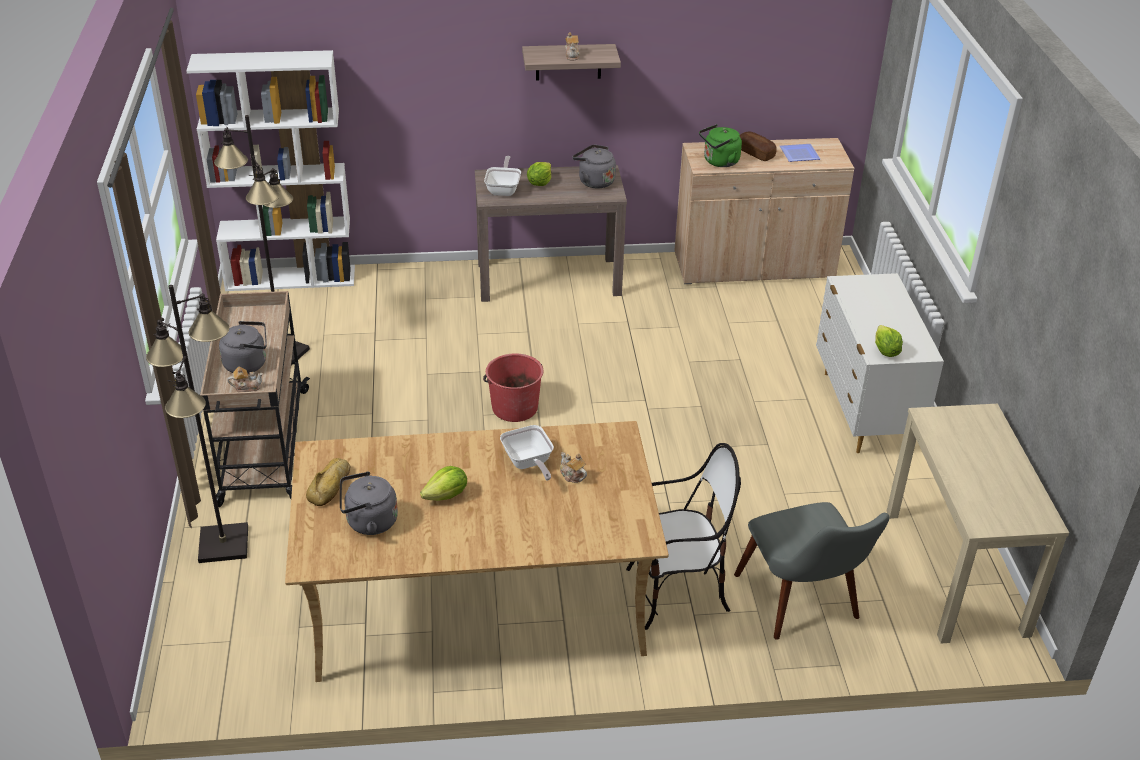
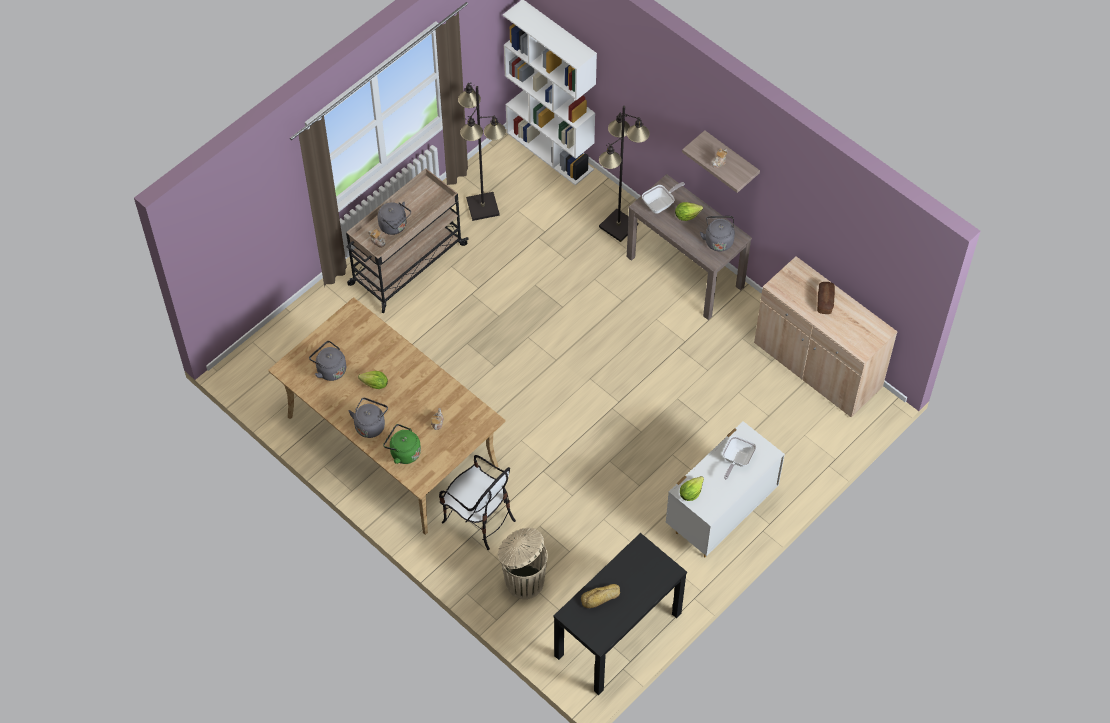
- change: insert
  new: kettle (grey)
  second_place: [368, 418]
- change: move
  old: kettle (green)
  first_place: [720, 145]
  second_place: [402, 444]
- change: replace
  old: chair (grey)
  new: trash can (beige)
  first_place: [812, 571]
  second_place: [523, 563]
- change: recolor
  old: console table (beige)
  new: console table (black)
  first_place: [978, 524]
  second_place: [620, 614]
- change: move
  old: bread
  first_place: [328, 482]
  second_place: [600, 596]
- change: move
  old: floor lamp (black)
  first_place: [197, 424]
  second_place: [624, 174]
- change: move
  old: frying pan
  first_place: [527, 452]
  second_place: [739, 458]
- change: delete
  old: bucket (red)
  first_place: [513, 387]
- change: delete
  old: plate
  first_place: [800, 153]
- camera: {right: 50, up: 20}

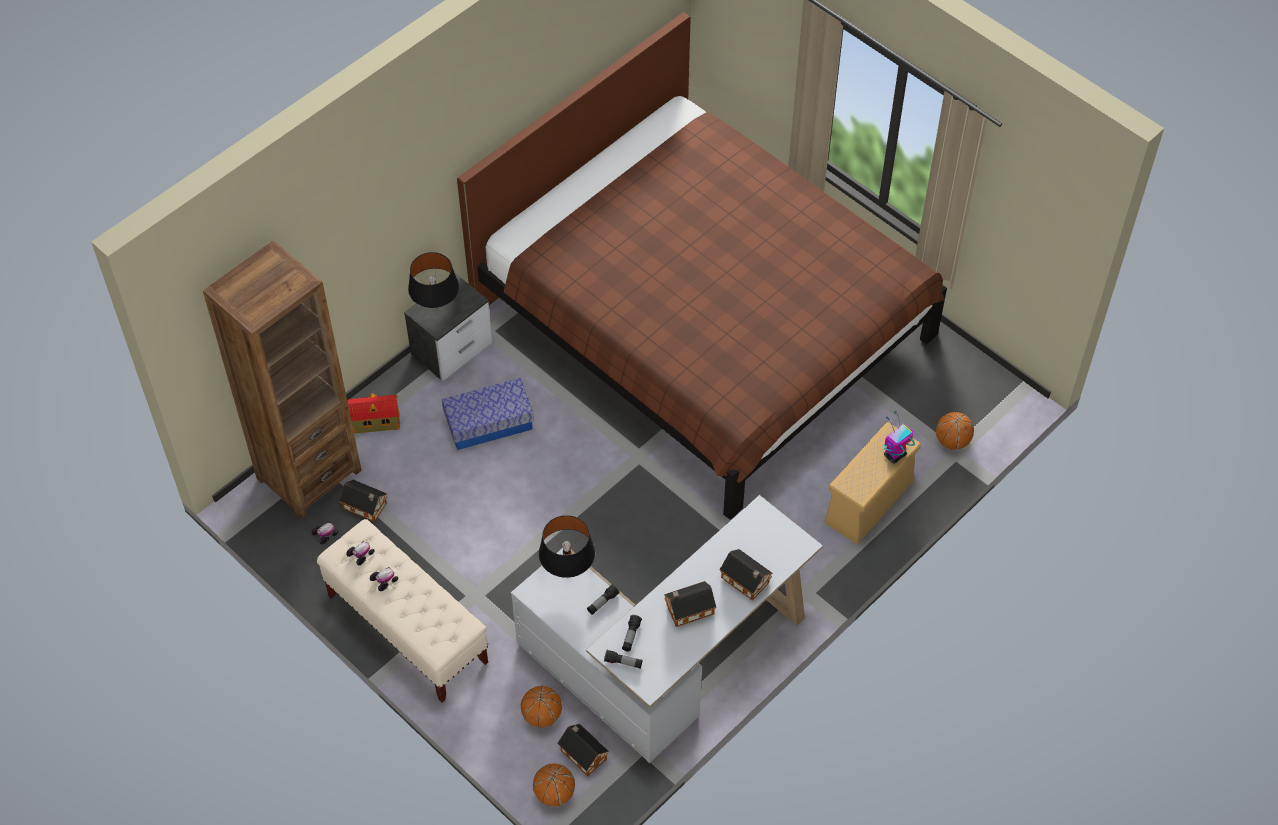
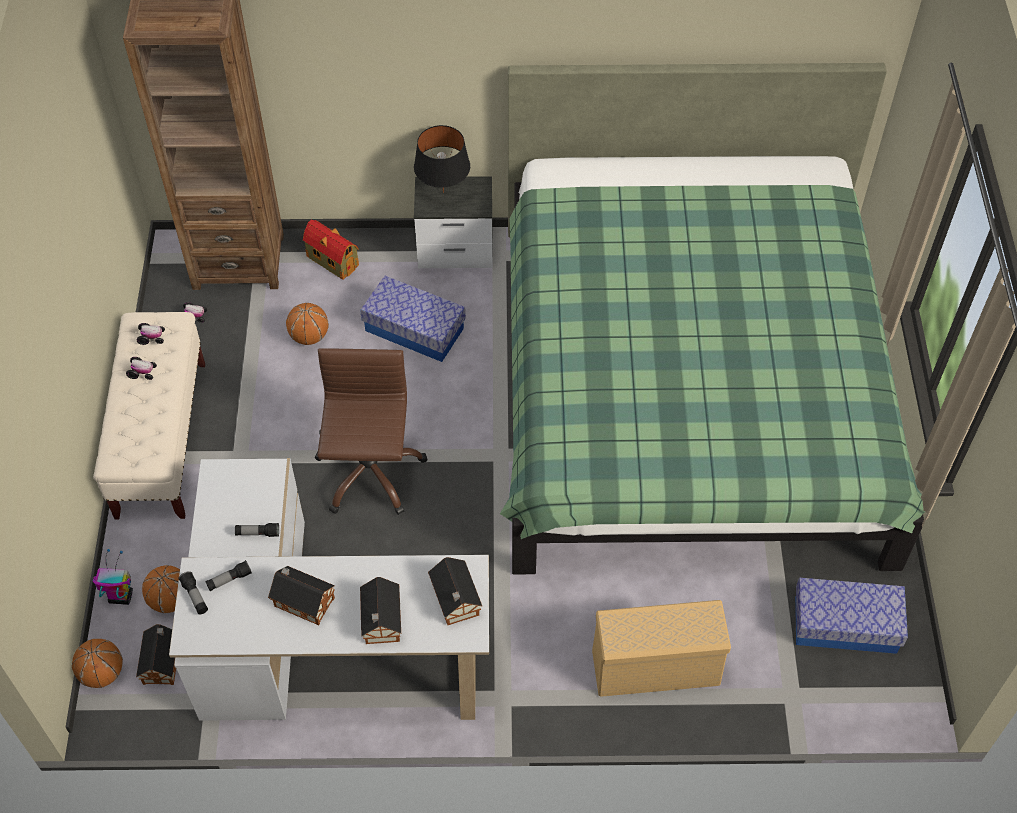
- change: move
  old: toy robot
  first_place: [899, 437]
  second_place: [113, 577]
- change: move
  old: basketball
  first_place: [955, 431]
  second_place: [307, 324]
- change: insert
  new: office chair (brown)
  second_place: [371, 431]
- change: move
  old: toy house
  first_place: [363, 501]
  second_place: [455, 591]
- change: recolor
  old: bed (brown)
  new: bed (green)
  first_place: [702, 266]
  second_place: [712, 318]
- change: insert
  new: storage box
  second_place: [851, 616]
- change: delete
  old: table lamp (black)
  first_place: [567, 546]
- camera: {right: 45, up: 0}

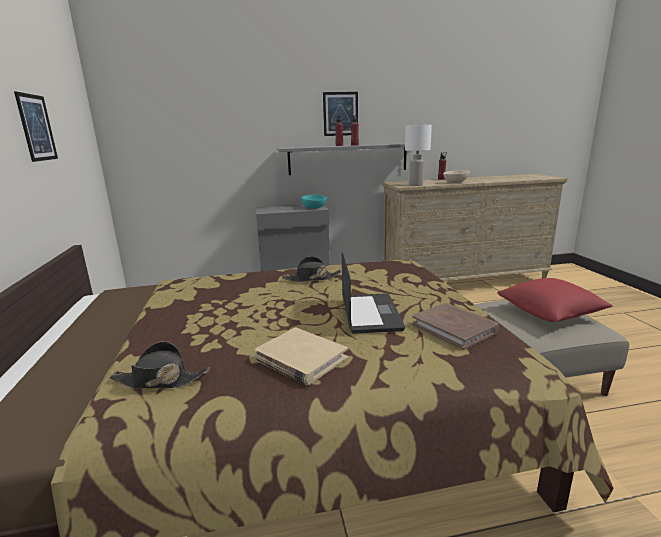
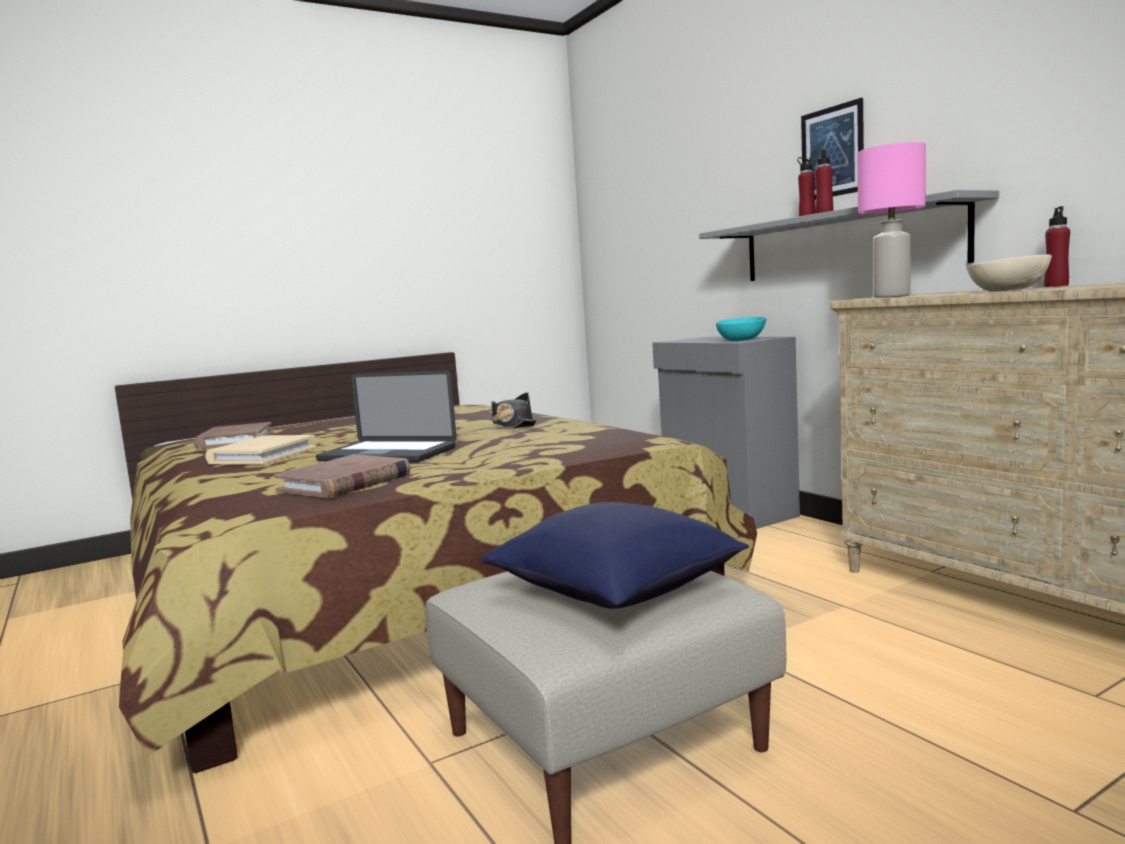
- change: replace
  old: hat (black)
  new: book (brown)
  first_place: [160, 364]
  second_place: [233, 435]
- change: rotate
  old: laptop
  first_place: [373, 293]
  second_place: [386, 416]
  degrees: 45
- change: recolor
  old: pillow (red)
  new: pillow (blue)
  first_place: [555, 300]
  second_place: [615, 555]
- change: recolor
  old: table lamp (white)
  new: table lamp (pink)
  first_place: [418, 155]
  second_place: [891, 220]
- change: delete
  old: picture
  first_place: [36, 126]
- camera: {right: 70, up: -10}

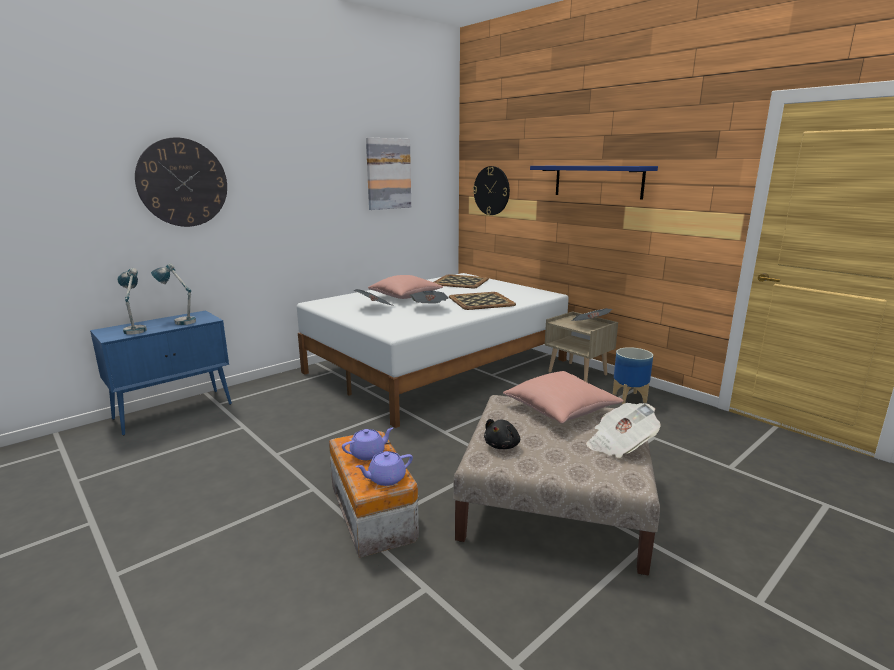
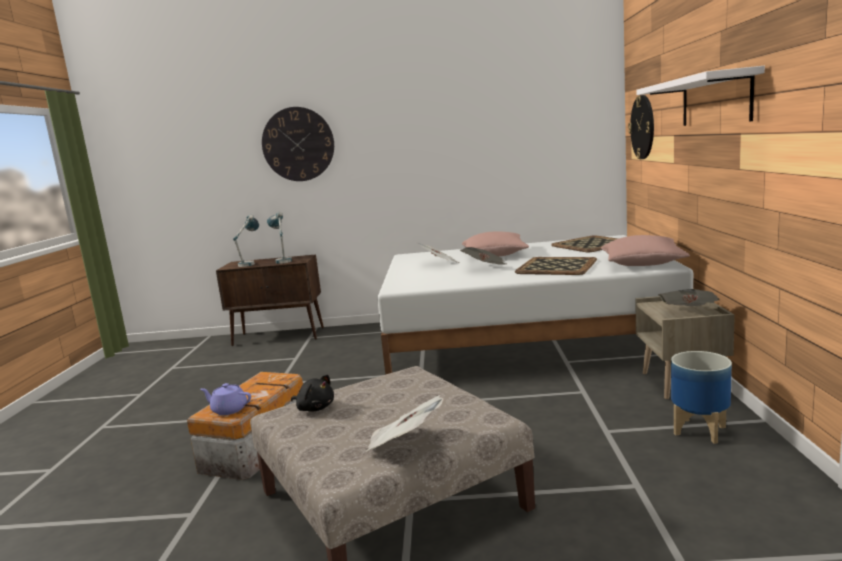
- change: recolor
  old: cabinet (blue)
  new: cabinet (brown)
  first_place: [161, 373]
  second_place: [270, 300]
- change: rotate
  old: plush toy (black)
  first_place: [502, 434]
  second_place: [312, 393]
  degrees: -135
- change: move
  old: pillow (pink)
  first_place: [563, 397]
  second_place: [645, 250]
- change: recolor
  old: shelf (blue)
  new: shelf (white)
  first_place: [594, 183]
  second_place: [700, 96]
- change: delete
  old: teapot (purple)
  first_place: [367, 444]
- change: delete
  old: picture
  first_place: [388, 173]
- camera: {right: 45, up: -5}

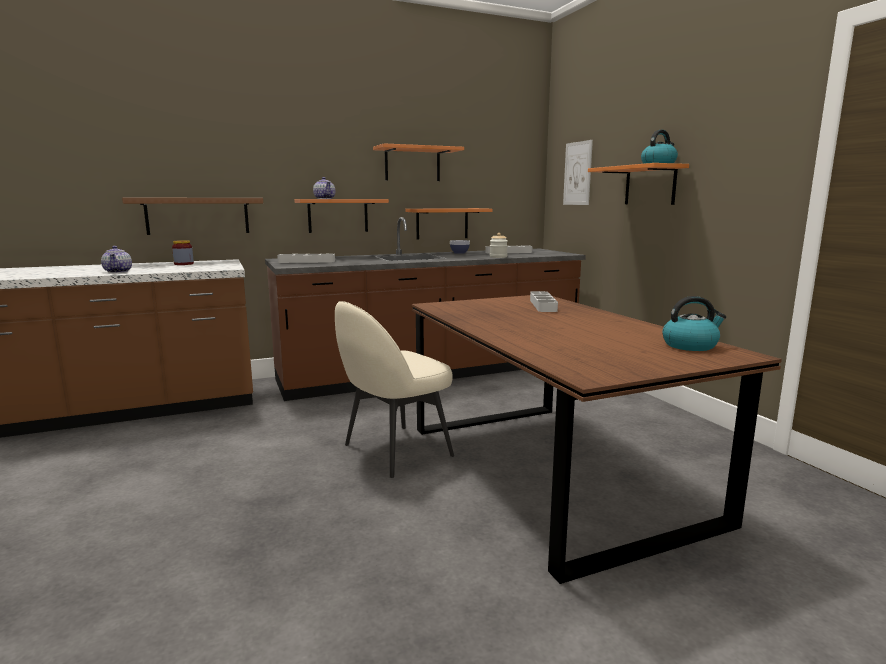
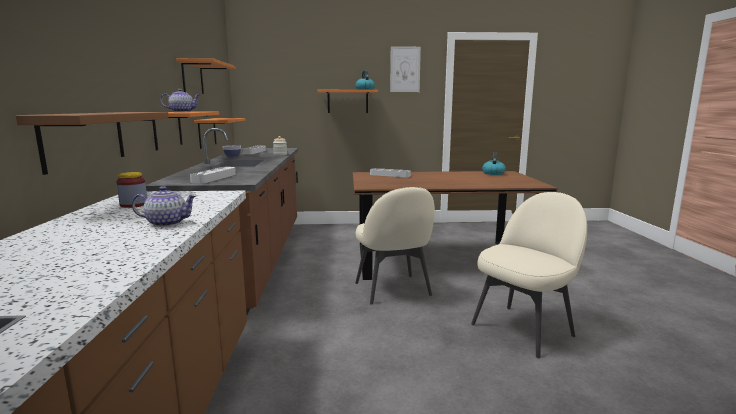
- change: move
  old: picture
  first_place: [578, 172]
  second_place: [405, 69]
- change: insert
  new: chair (beige)
  second_place: [529, 275]
- camera: {right: -70, up: 0}

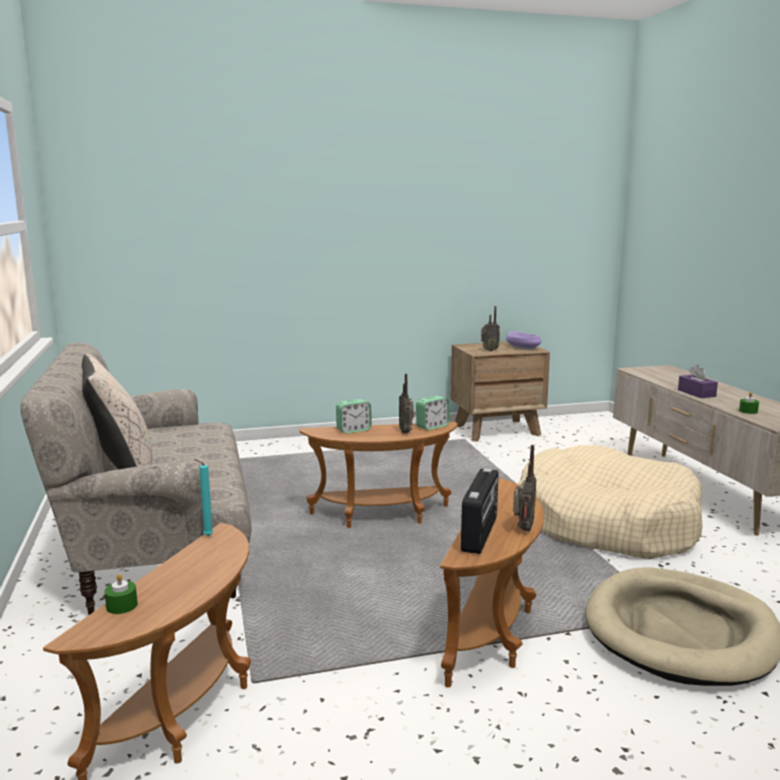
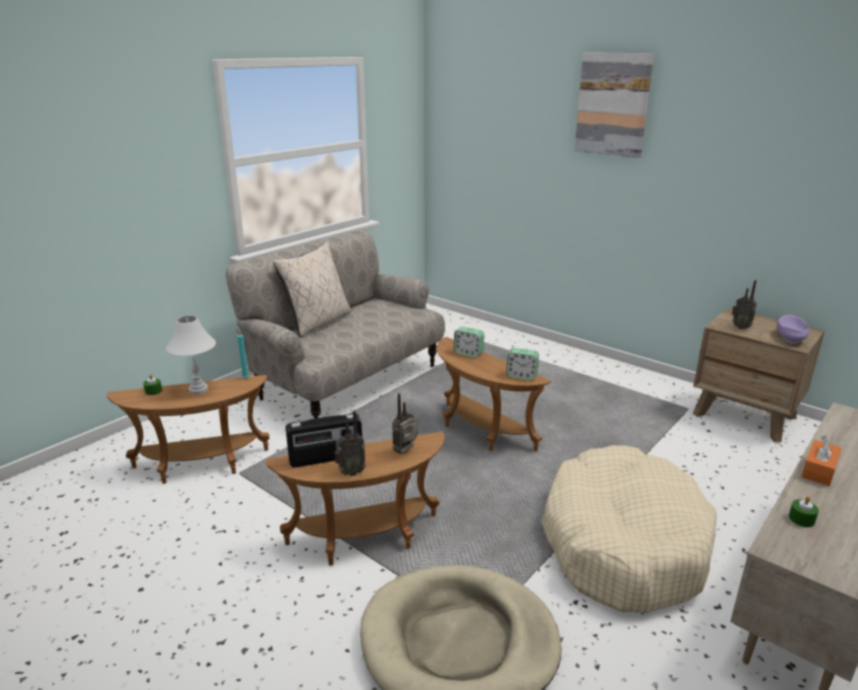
- change: insert
  new: table lamp (white)
  second_place: [191, 355]
- change: move
  old: radio
  first_place: [407, 403]
  second_place: [405, 423]
- change: insert
  new: picture
  second_place: [614, 105]
- change: recolor
  old: tissue box (purple)
  new: tissue box (orange)
  first_place: [698, 381]
  second_place: [821, 460]
- camera: {right: 55, up: 10}

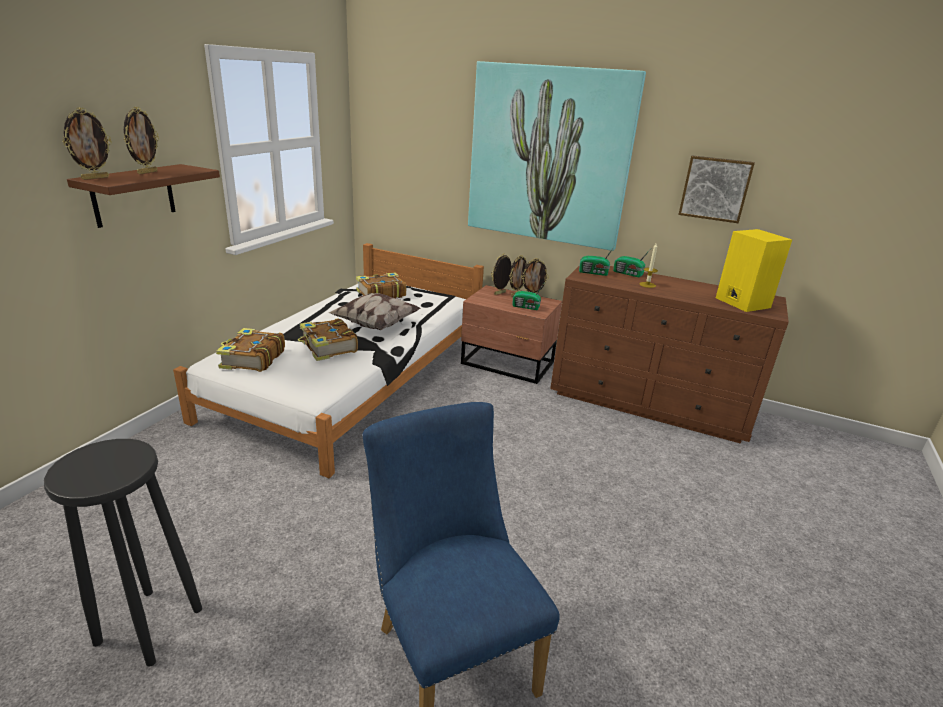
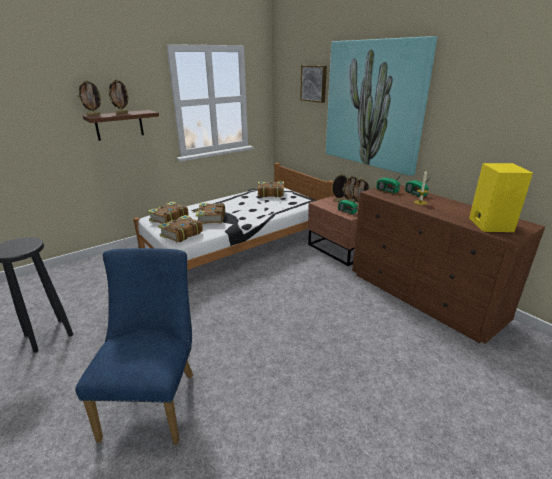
- change: insert
  new: book
  second_place: [180, 229]
- change: move
  old: picture
  first_place: [716, 189]
  second_place: [313, 84]
- change: delete
  old: pillow
  first_place: [375, 311]
- camera: {right: 30, up: 0}

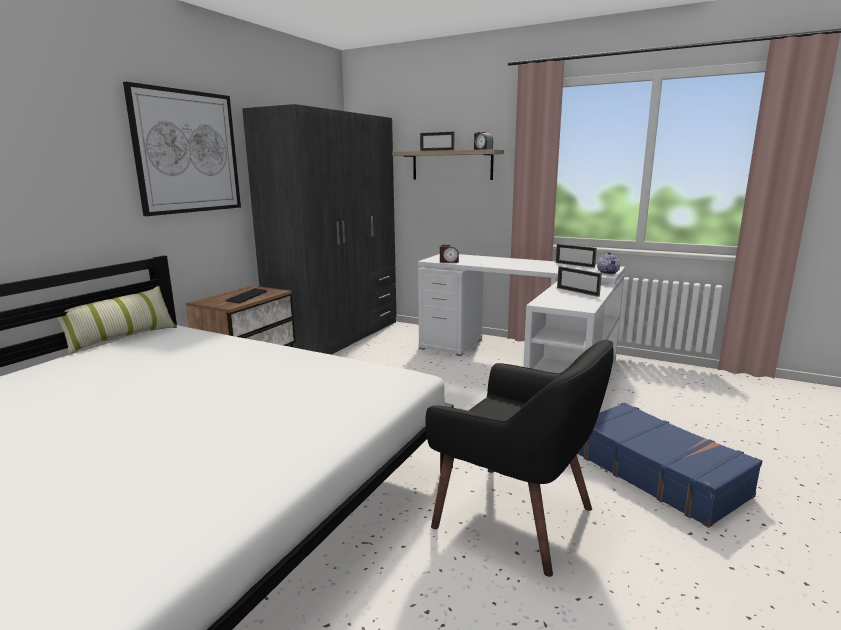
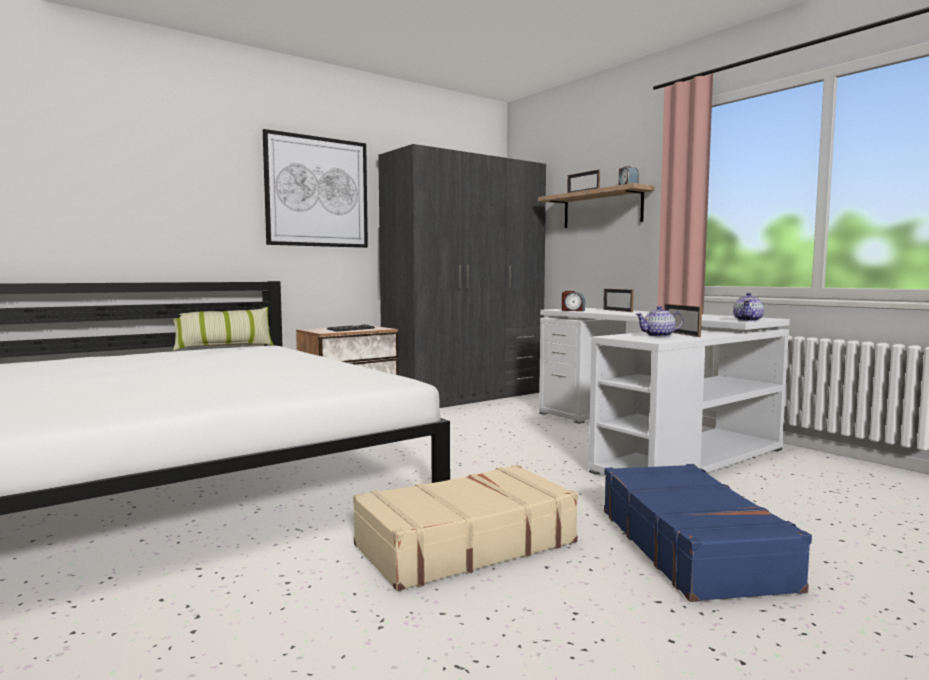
- change: replace
  old: armchair (black)
  new: suitcase (beige)
  first_place: [519, 458]
  second_place: [465, 528]
- change: move
  old: picture frame
  first_place: [576, 256]
  second_place: [618, 300]
- change: insert
  new: teapot
  second_place: [659, 321]
- camera: {right: 25, up: -10}

